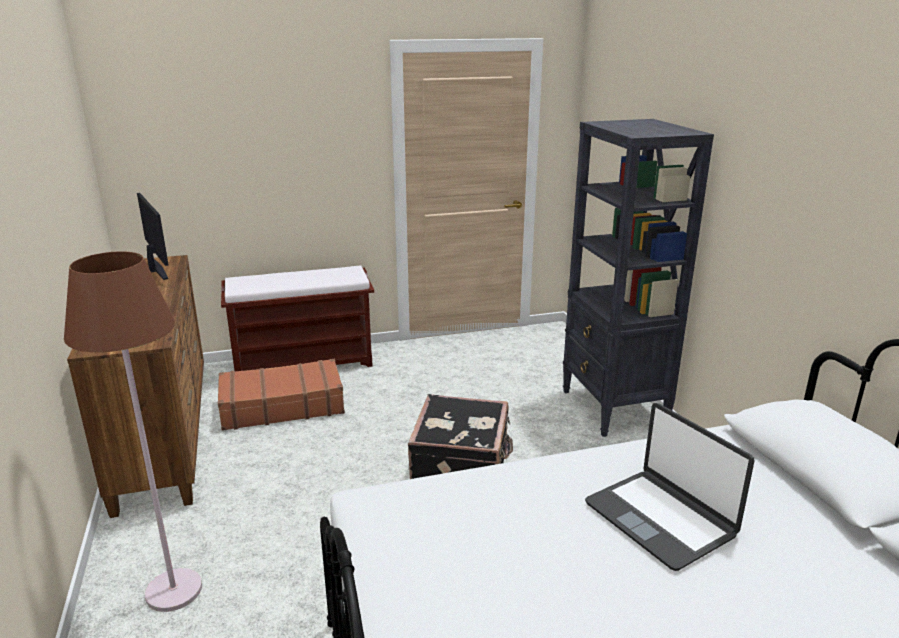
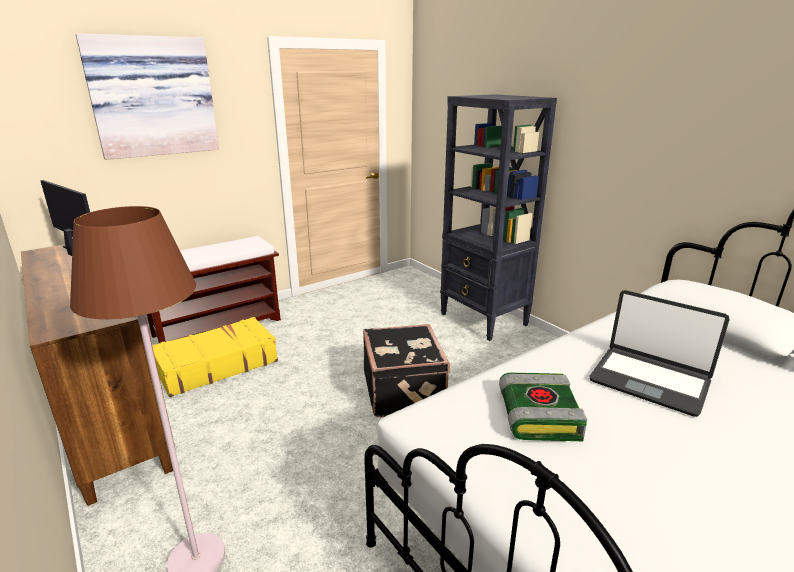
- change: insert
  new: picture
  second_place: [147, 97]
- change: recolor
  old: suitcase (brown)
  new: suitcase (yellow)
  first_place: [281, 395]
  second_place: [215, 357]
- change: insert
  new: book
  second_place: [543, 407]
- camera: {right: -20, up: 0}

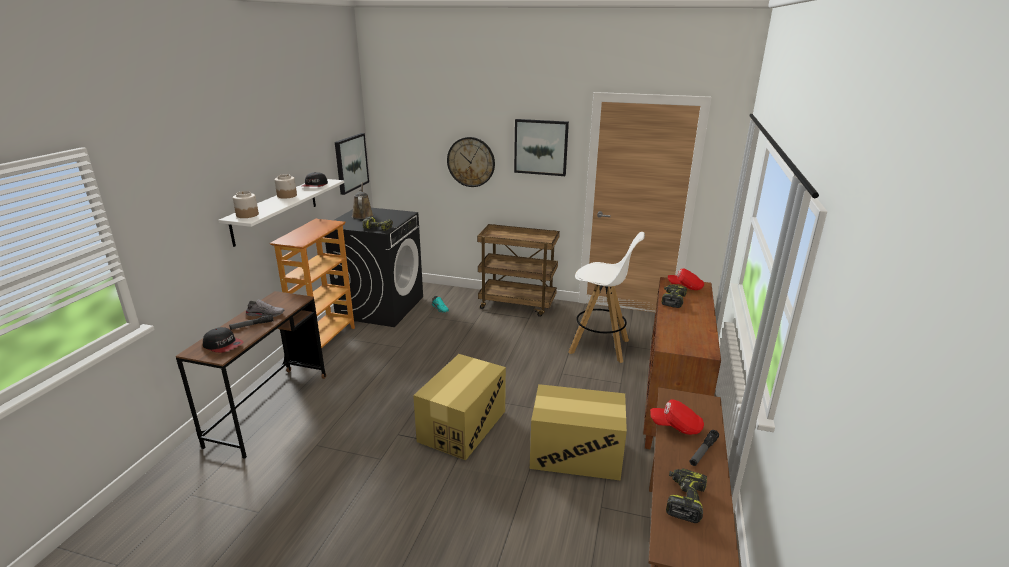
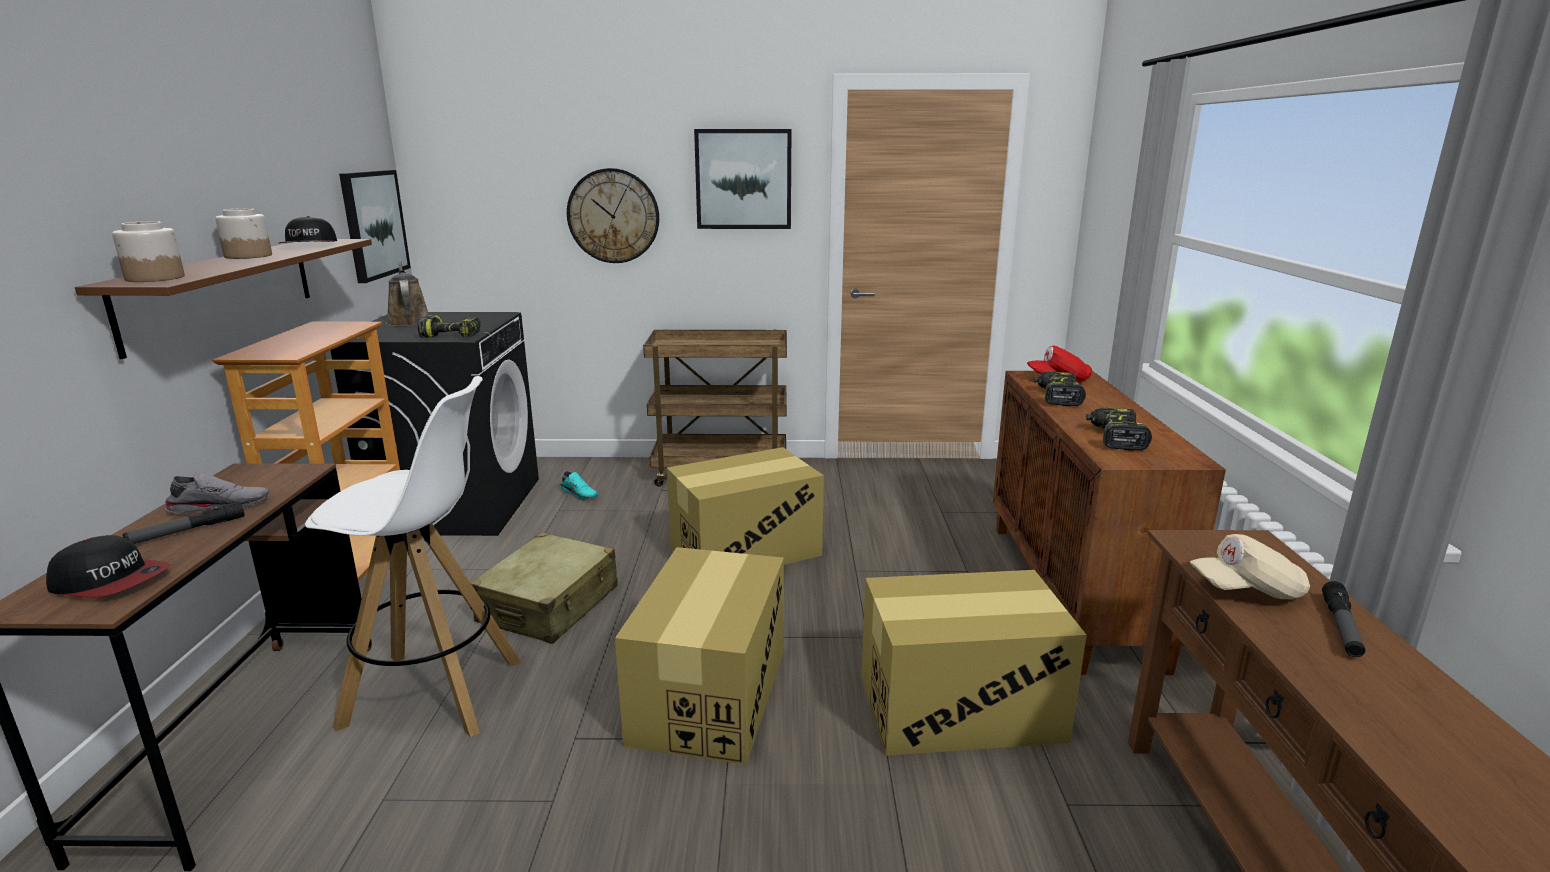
- change: recolor
  old: shelf (white)
  new: shelf (brown)
  first_place: [281, 213]
  second_place: [223, 299]
- change: move
  old: stool (white)
  first_place: [606, 297]
  second_place: [413, 556]
- change: insert
  new: suitcase (beige)
  second_place: [544, 588]
- change: insert
  new: cardboard box
  second_place: [745, 506]
- change: move
  old: power drill
  first_place: [686, 496]
  second_place: [1119, 429]
- change: recolor
  old: cap (red)
  new: cap (beige)
  first_place: [677, 417]
  second_place: [1250, 567]
- camera: {right: -15, up: -5}

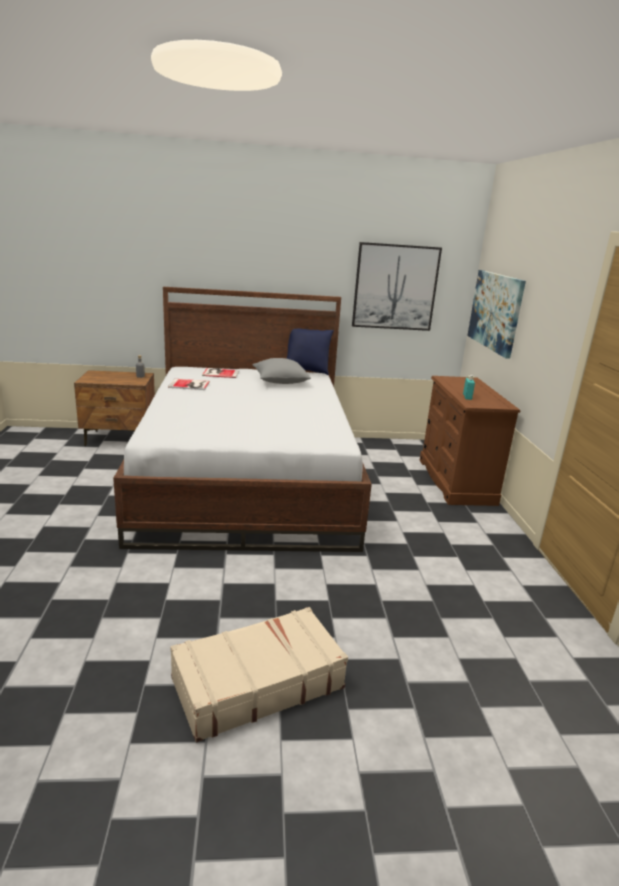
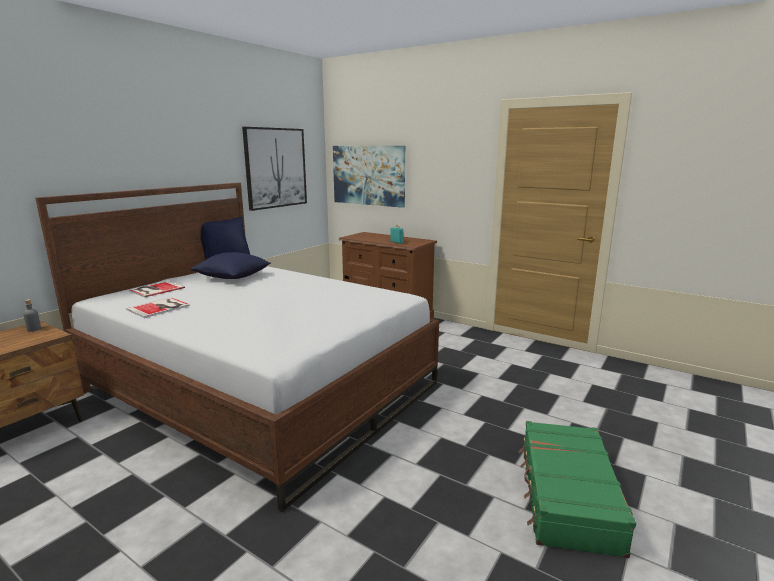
- change: recolor
  old: pillow (grey)
  new: pillow (blue)
  first_place: [282, 371]
  second_place: [230, 265]
- change: recolor
  old: suitcase (beige)
  new: suitcase (green)
  first_place: [259, 674]
  second_place: [577, 489]
- camera: {right: -50, up: -5}

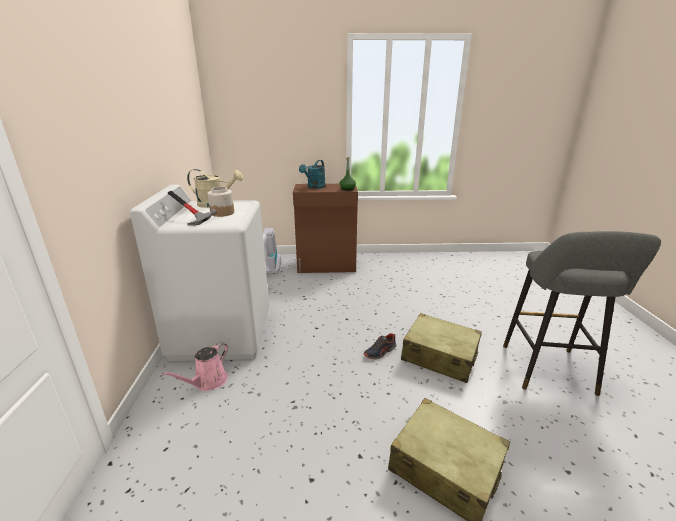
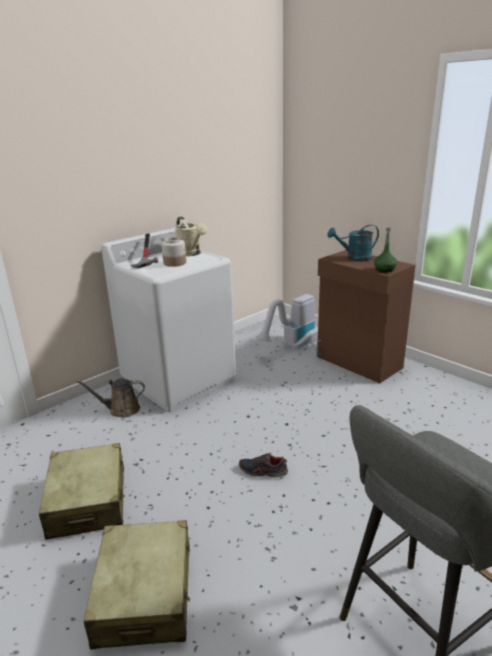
- change: move
  old: suitcase (beige)
  first_place: [441, 348]
  second_place: [82, 491]
- change: recolor
  old: watering can (pink)
  new: watering can (brown)
  first_place: [195, 366]
  second_place: [110, 398]
- camera: {right: 50, up: 0}

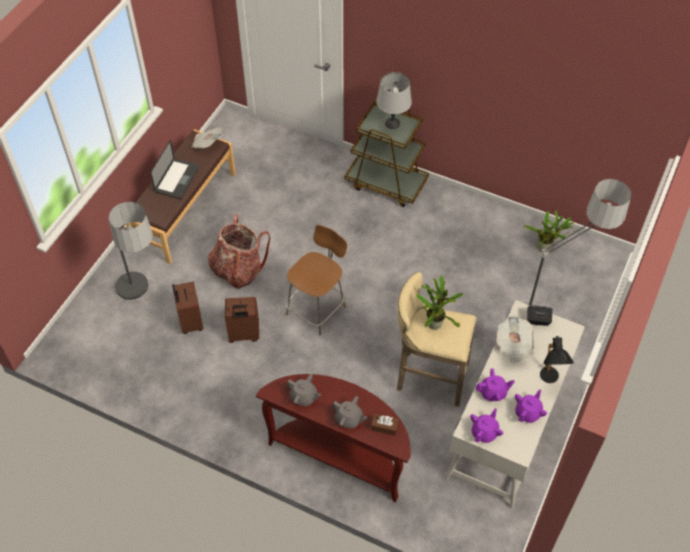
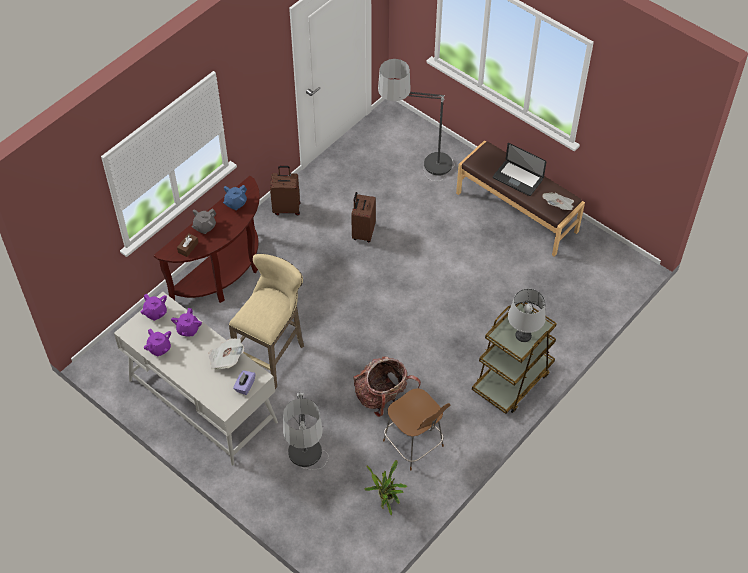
- change: recolor
  old: teapot (grey)
  new: teapot (blue)
  first_place: [303, 390]
  second_place: [235, 197]
- change: recolor
  old: tissue box (black)
  new: tissue box (purple)
  first_place: [540, 316]
  second_place: [244, 382]
- change: move
  old: suitcase (brown)
  first_place: [187, 307]
  second_place: [285, 190]
- change: move
  old: backpack
  first_place: [239, 251]
  second_place: [387, 386]
- change: move
  old: chair (brown)
  first_place: [316, 280]
  second_place: [417, 429]
- change: delete
  old: potted plant
  first_place: [439, 302]
- change: delete
  old: table lamp (black)
  first_place: [557, 359]
- camera: {right: 105, up: 0}

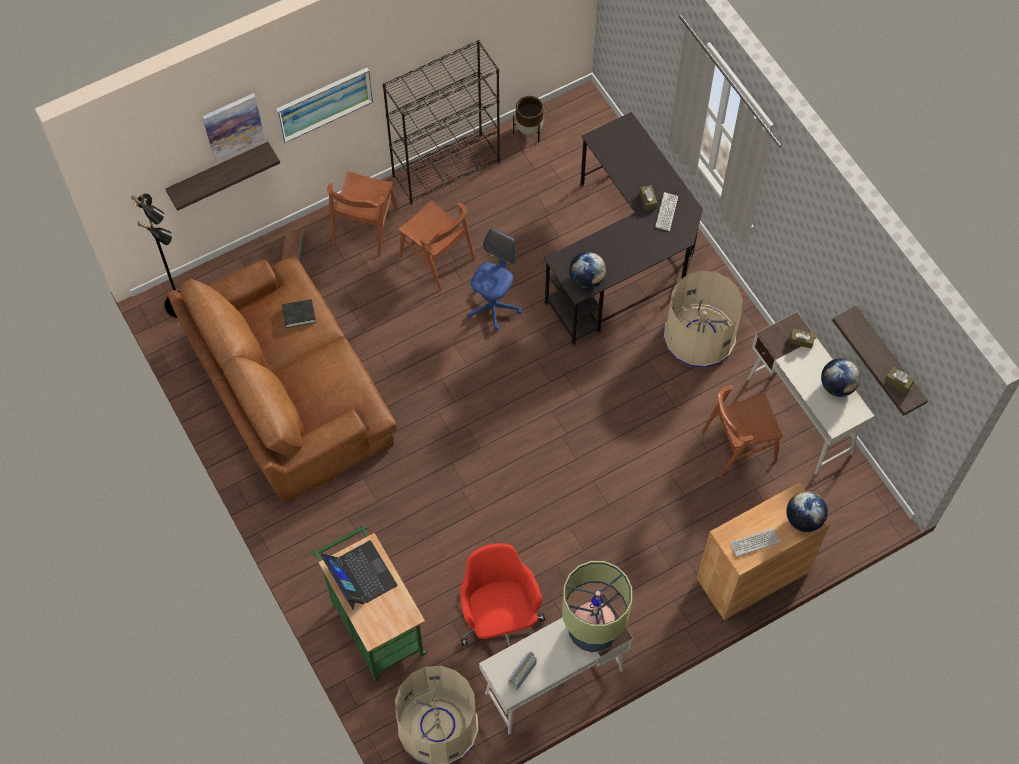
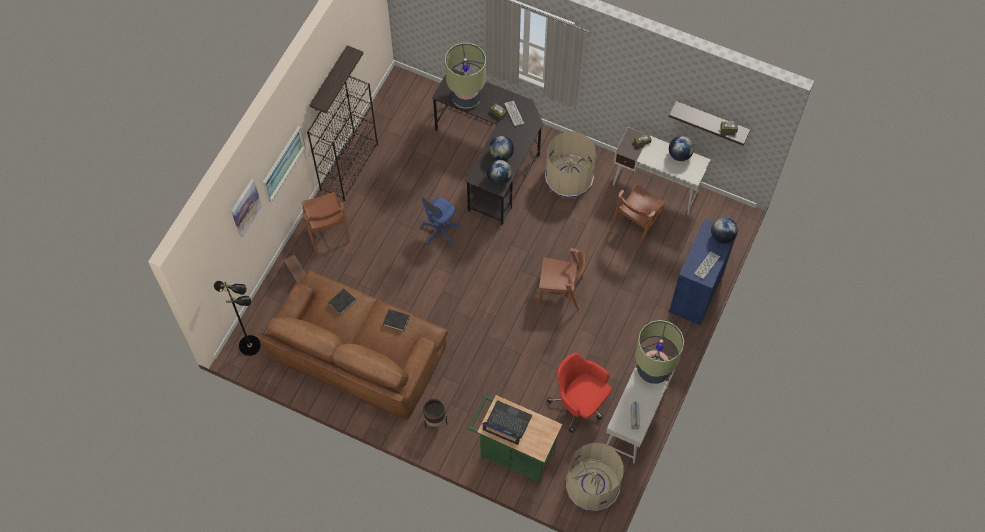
- change: move
  old: shelf
  first_place: [223, 176]
  second_place: [336, 79]
- change: insert
  new: book (black)
  second_place: [396, 320]
- change: rotate
  old: office chair (blue)
  first_place: [495, 279]
  second_place: [440, 221]
  degrees: -135
- change: move
  old: planter (brown)
  first_place: [528, 119]
  second_place: [435, 414]
- change: insert
  new: table lamp
  second_place: [465, 76]
- change: insert
  new: globe
  second_place: [501, 148]
- change: move
  old: chair (brown)
  first_place: [437, 245]
  second_place: [561, 279]
- change: recolor
  old: cabinet (brown)
  new: cabinet (blue)
  first_place: [763, 551]
  second_place: [702, 271]
- camera: {right: -35, up: 0}

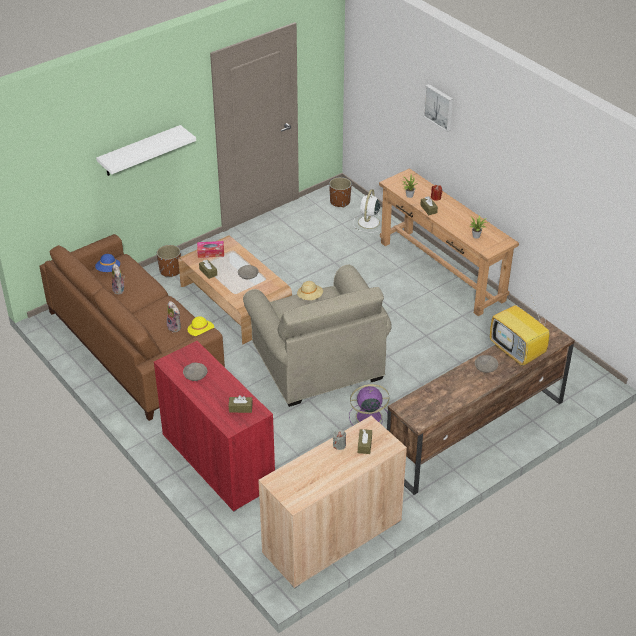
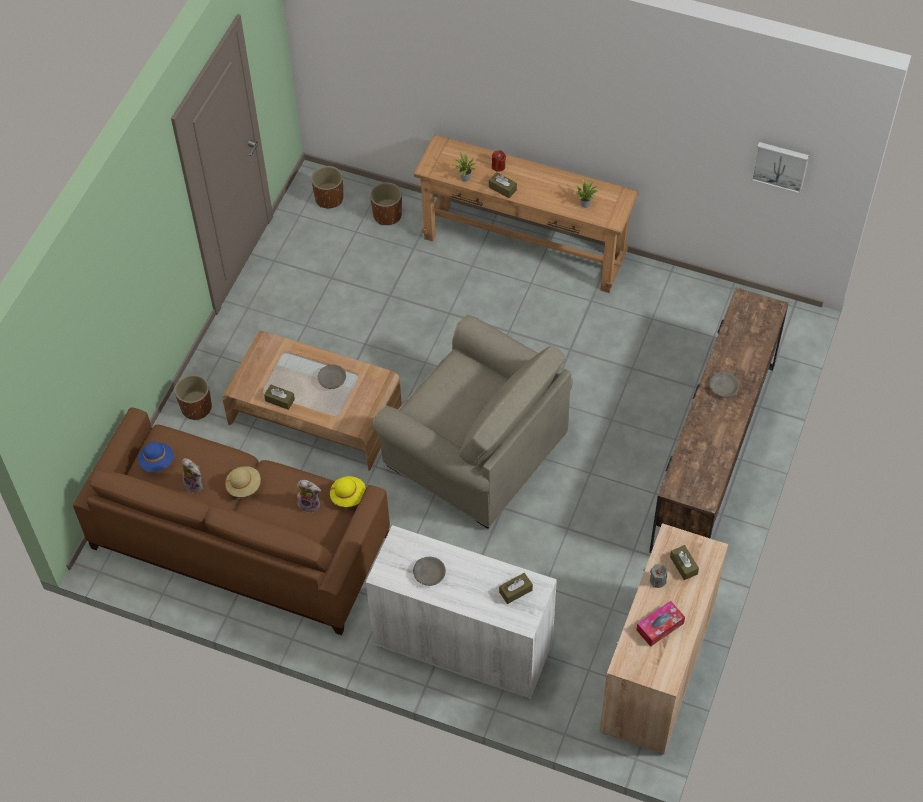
- change: move
  old: hat (beige)
  first_place: [310, 290]
  second_place: [243, 481]
- change: recolor
  old: cabinet (red)
  new: cabinet (white)
  first_place: [214, 426]
  second_place: [461, 612]
- change: replace
  old: fan (white)
  new: planter (brown)
  first_place: [367, 210]
  second_place: [386, 203]
- change: move
  old: tissue box
  first_place: [210, 249]
  second_place: [660, 624]
- change: move
  old: picture
  first_place: [438, 108]
  second_place: [780, 168]
- change: delete
  old: shelf (white)
  first_place: [146, 150]
- change: delete
  old: fan (purple)
  first_place: [369, 405]
- change: delete
  old: television
  first_place: [520, 330]
- camera: {right: -30, up: 15}

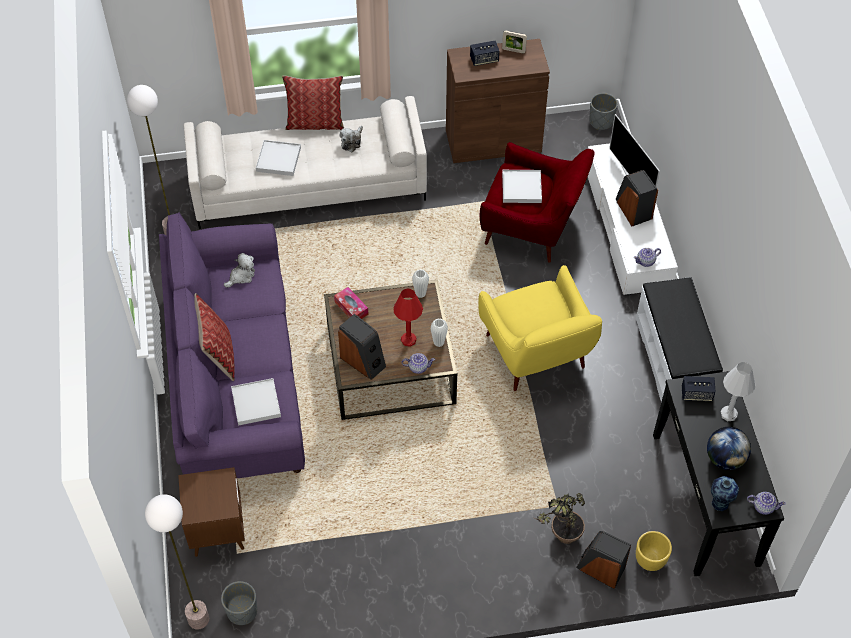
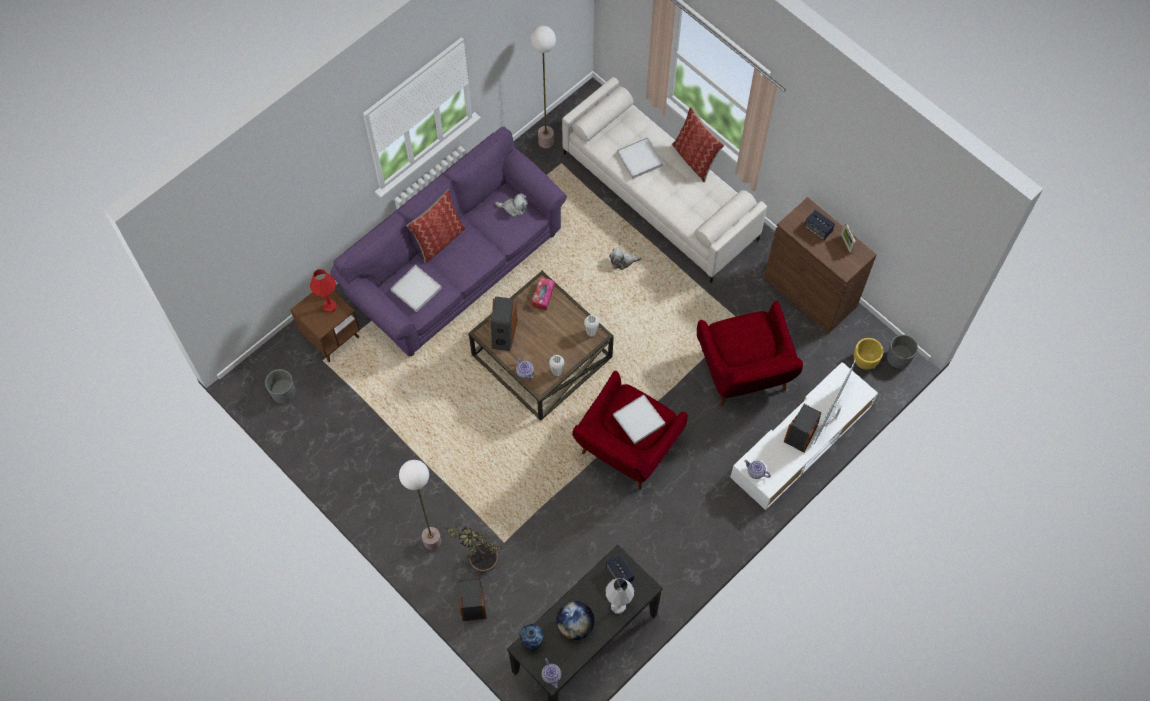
- change: move
  old: table lamp (red)
  first_place: [408, 317]
  second_place: [323, 291]
- change: move
  old: floor lamp
  first_place: [177, 562]
  second_place: [420, 505]
- change: recolor
  old: armchair (yellow)
  new: armchair (red)
  first_place: [540, 328]
  second_place: [630, 430]
- change: move
  old: plush toy
  first_place: [351, 139]
  second_place: [625, 258]
- change: move
  old: tray (white)
  first_place: [522, 186]
  second_place: [639, 419]
- change: move
  old: planter (yellow)
  first_place: [654, 551]
  second_place: [868, 354]
- change: delete
  old: bench (white)
  first_place: [679, 339]
- camera: {right: 55, up: 10}

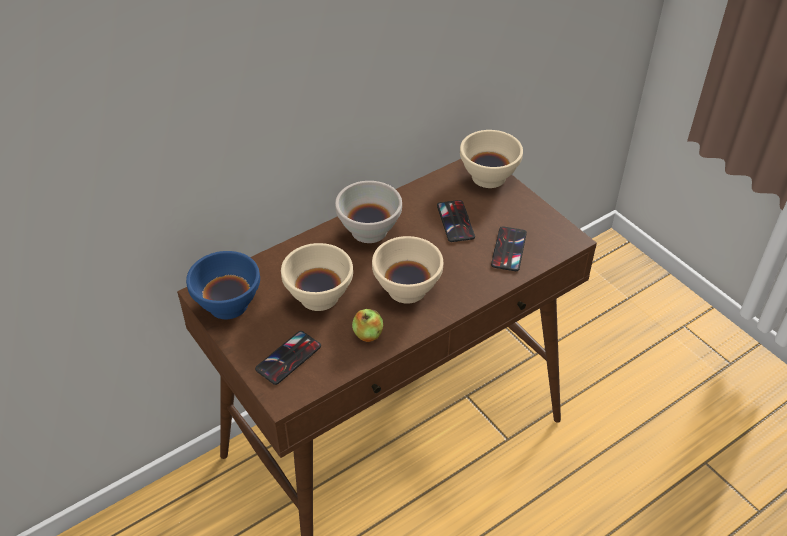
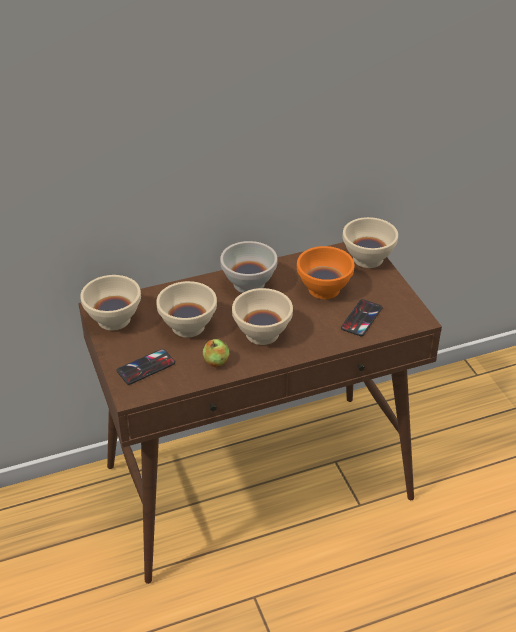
- change: recolor
  old: bowl (blue)
  new: bowl (beige)
  first_place: [223, 285]
  second_place: [110, 302]
- change: replace
  old: phone
  new: bowl (orange)
  first_place: [456, 221]
  second_place: [325, 272]
- camera: {right: 15, up: -5}

